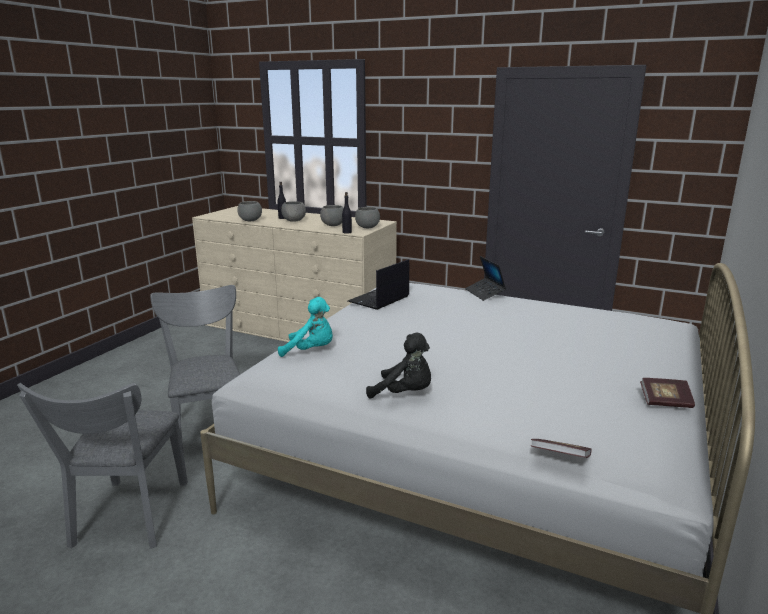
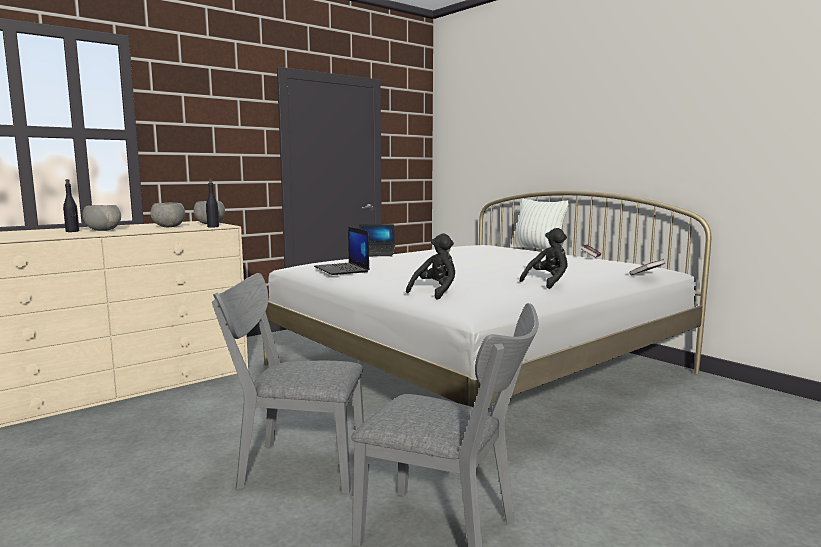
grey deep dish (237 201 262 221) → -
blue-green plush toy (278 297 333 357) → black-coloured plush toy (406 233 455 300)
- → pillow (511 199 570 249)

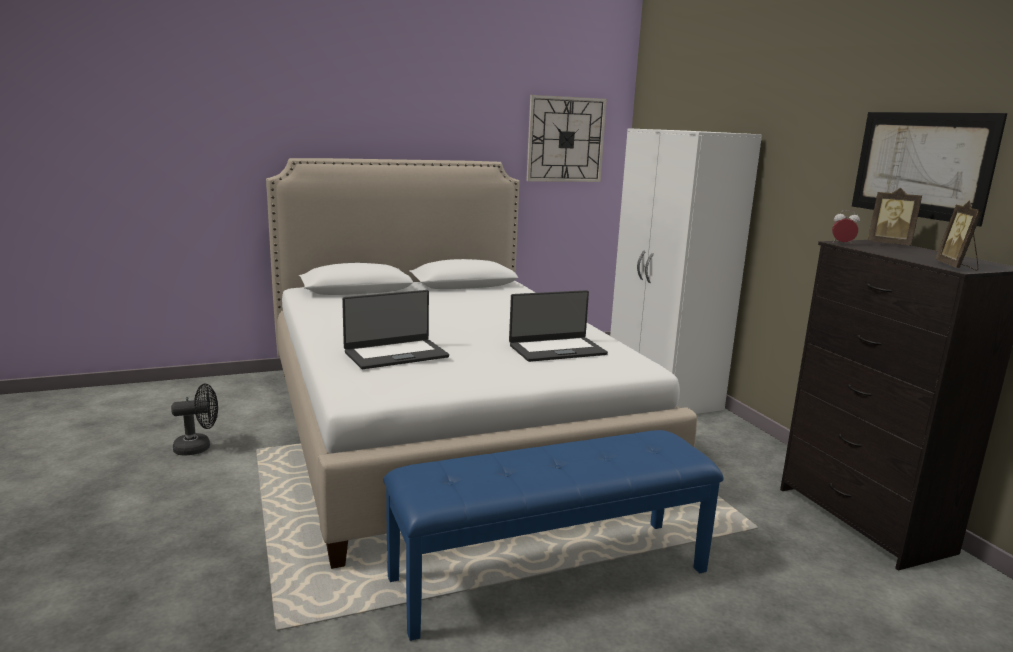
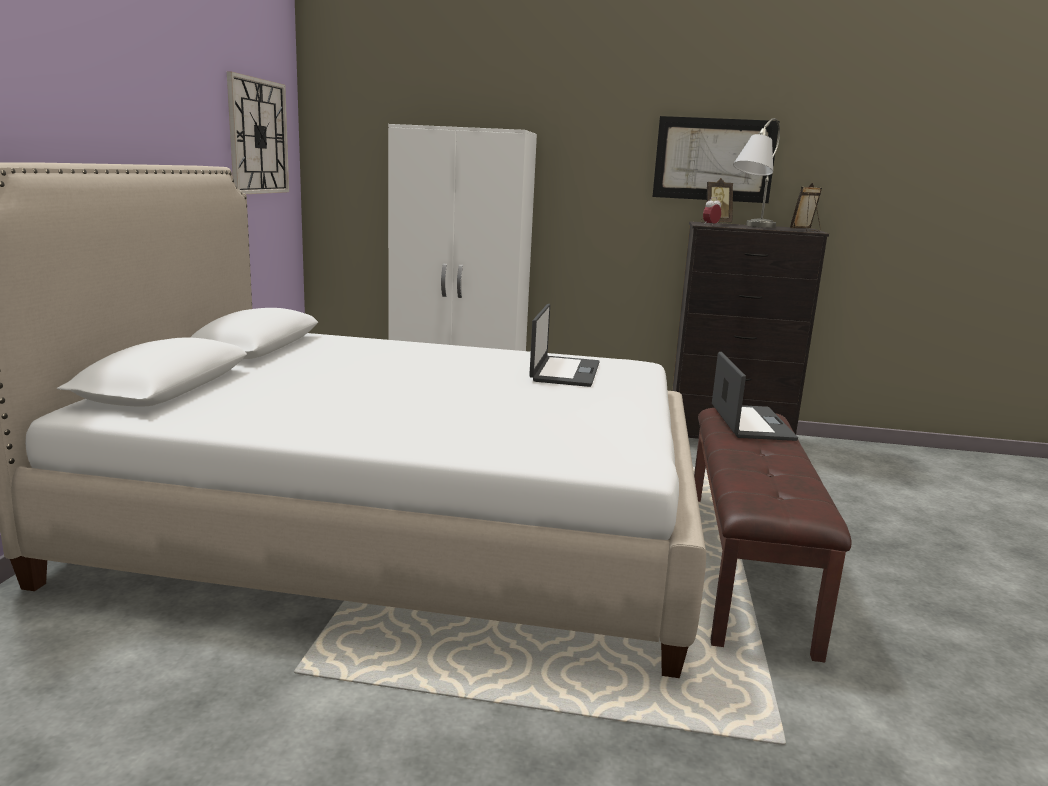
black-coloured fan (171 384 218 456) → -
laptop (342 290 449 369) → laptop (712 352 798 441), moved
blue-coloured bench (384 430 724 641) → brownish bench (694 408 852 662)
standing frame (935 200 982 270) → standing frame (790 183 822 231), 105 degrees clockwise
- → grey lamp for a table (733 118 780 228)

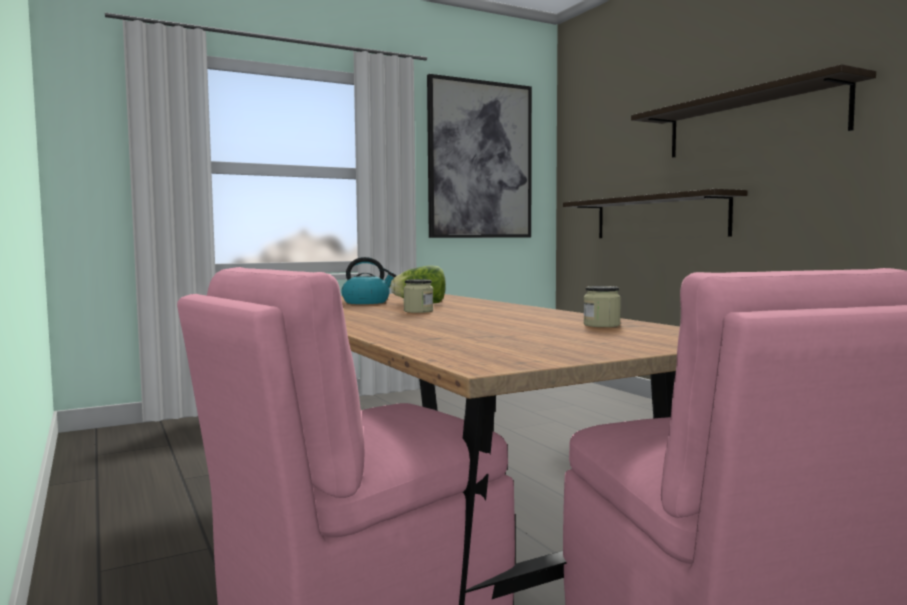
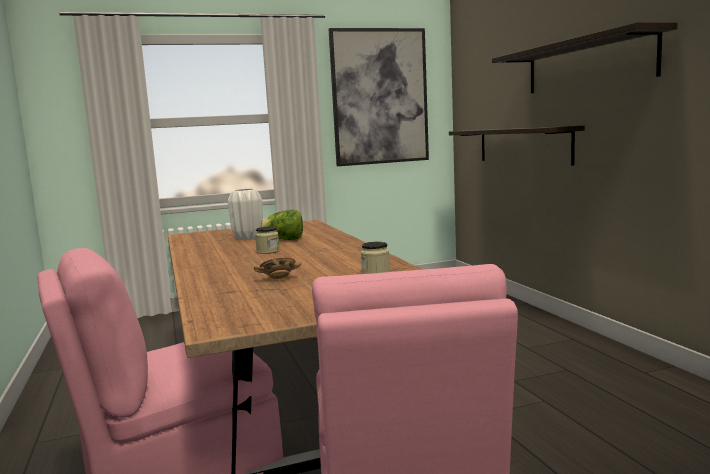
water kettle (341 257 396 304) → white decorative vase (228 188 263 240)
- → deep dish (254 257 302 279)

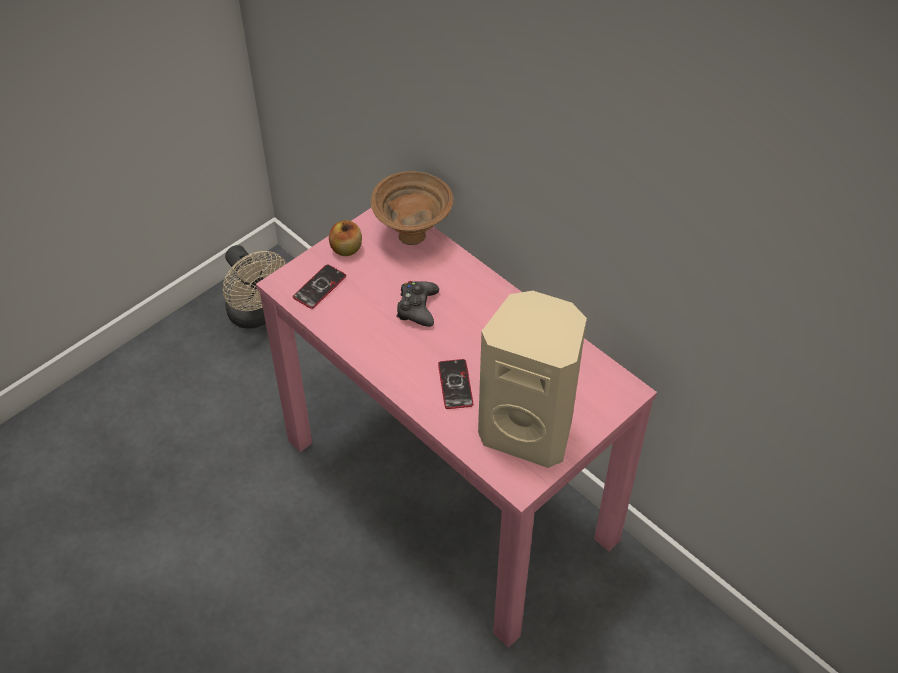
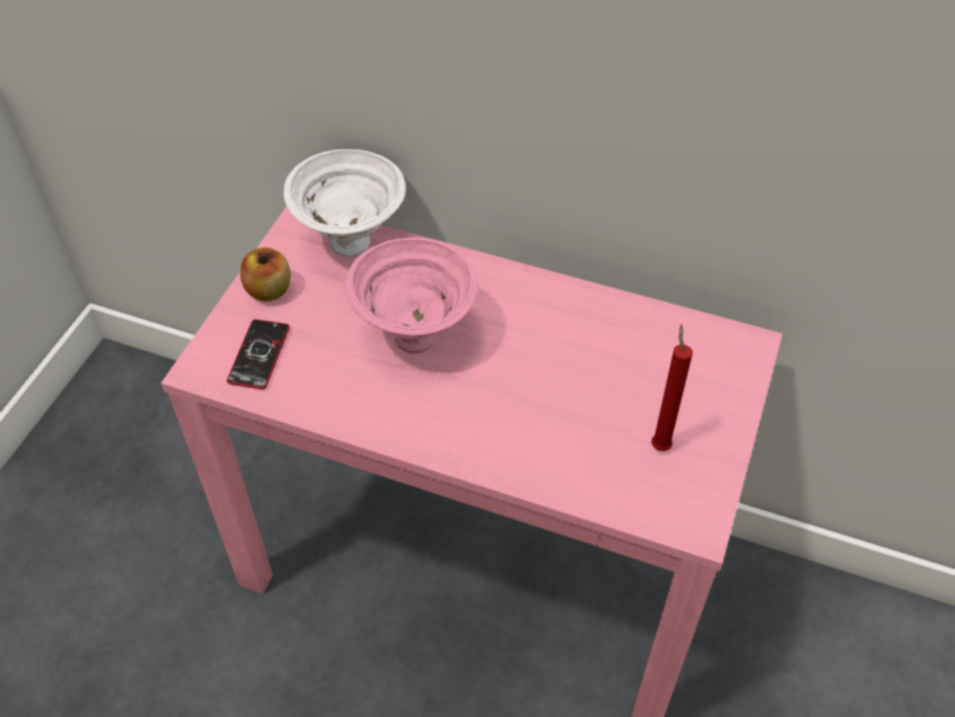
beige fan (223 245 287 328) → -
brownish deep dish (371 171 454 245) → white deep dish (284 149 406 257)
black-coloured joypad (396 281 439 327) → pinkish deep dish (345 237 478 354)
telephone (438 359 473 409) → -
beige audio speaker (478 291 587 468) → red wax candle (651 324 693 451)

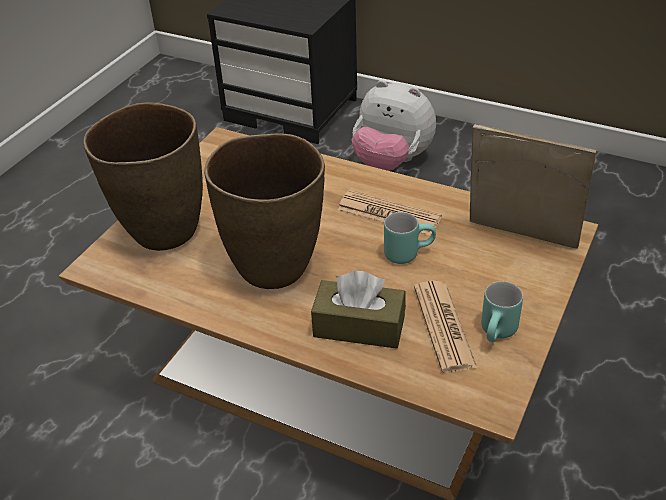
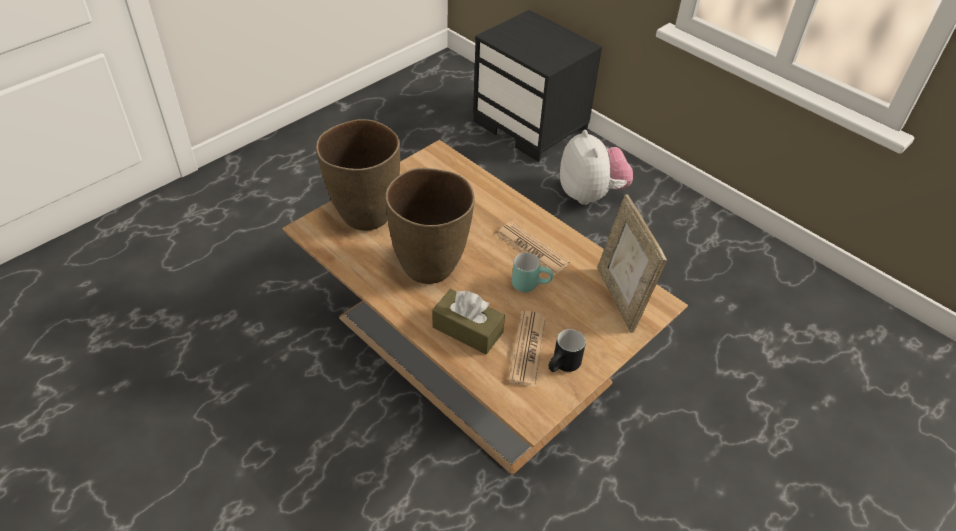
plush toy (352 80 436 171) → plush toy (560 130 633 205), 150 degrees counterclockwise
standing frame (470 124 597 249) → standing frame (597 194 667 333), 150 degrees counterclockwise
blue-green tea mug (481 281 523 342) → black-coloured tea mug (548 329 586 372)

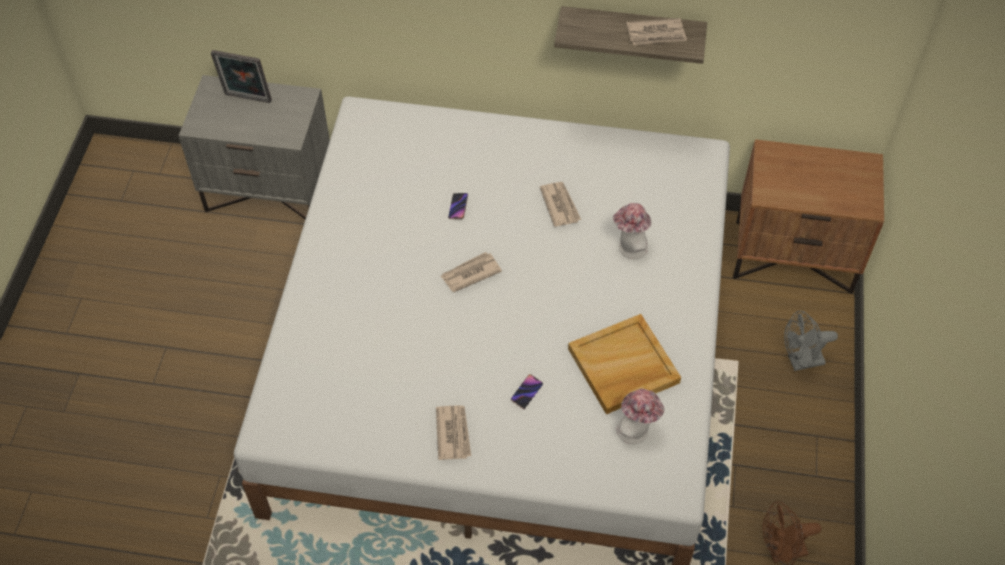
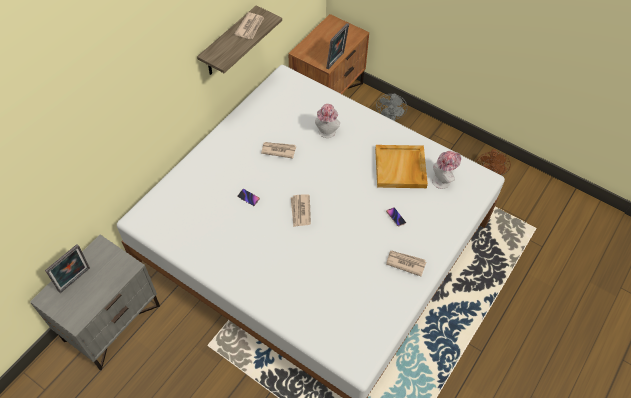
- → standing frame (326 23 349 69)

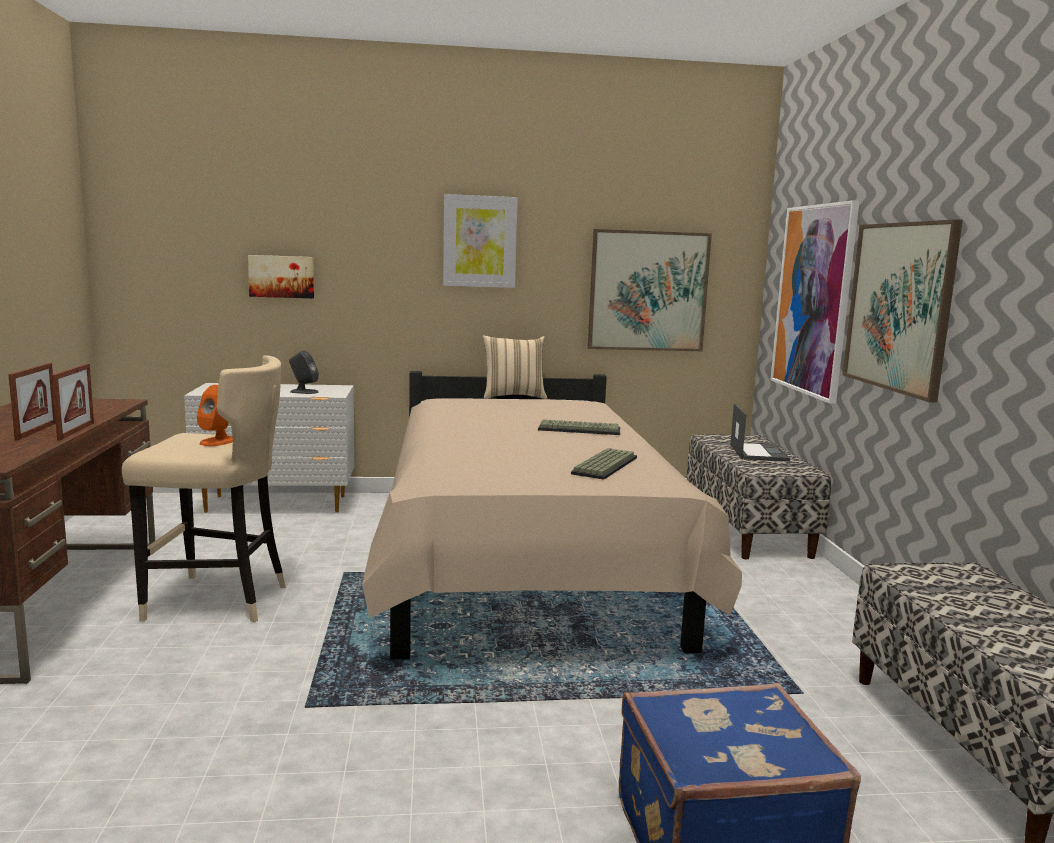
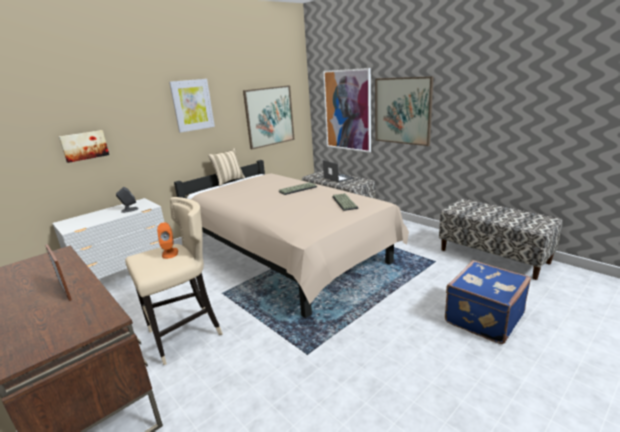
standing frame (52 363 94 440) → -

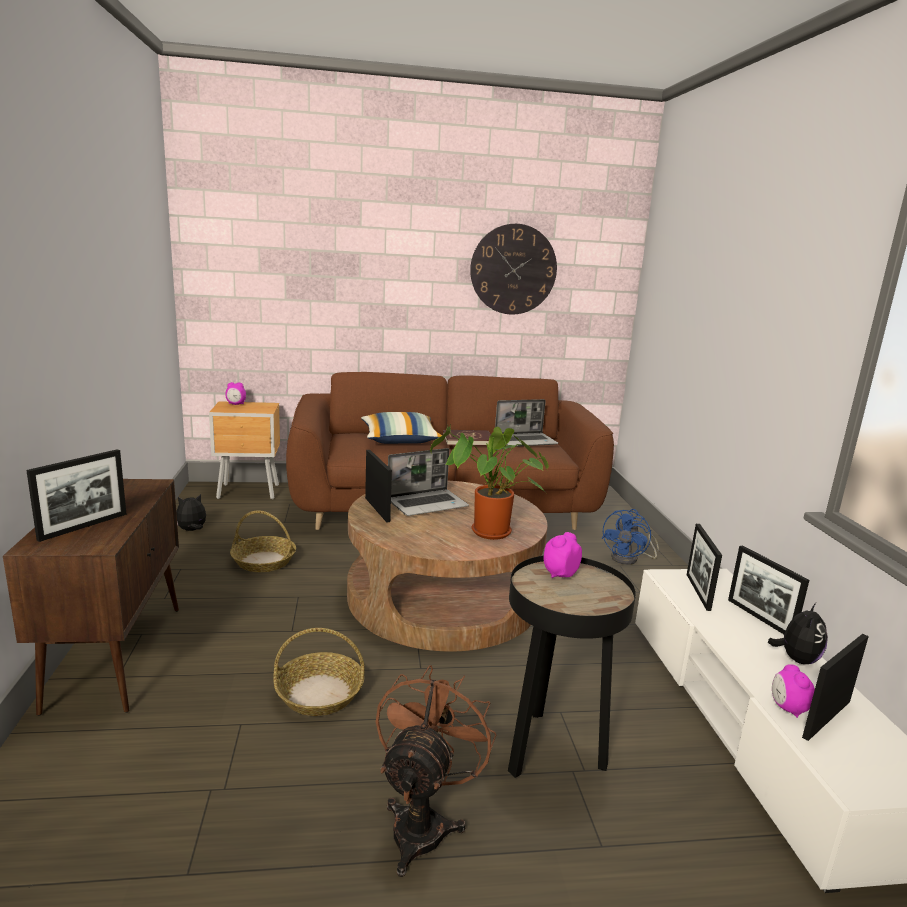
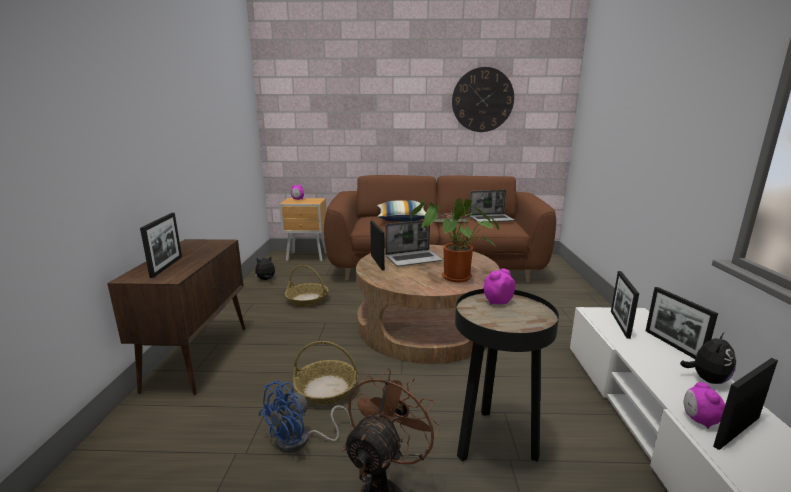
standing frame (26 449 127 542) → standing frame (140 213 182 278), 45 degrees counterclockwise
blue-coloured fan (602 509 659 565) → blue-coloured fan (258 380 352 453), moved

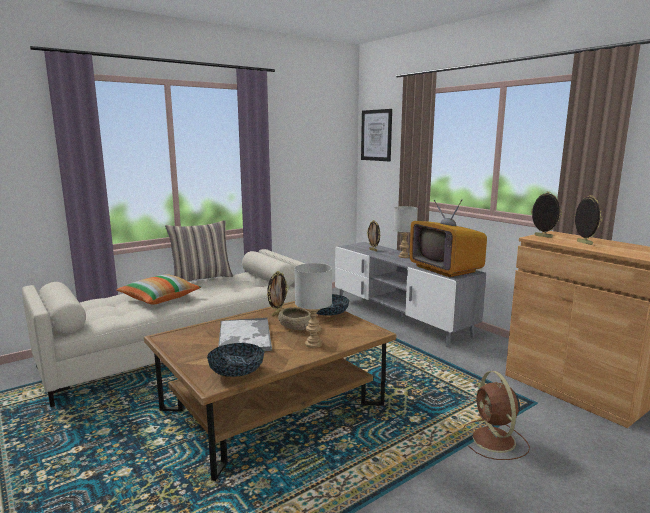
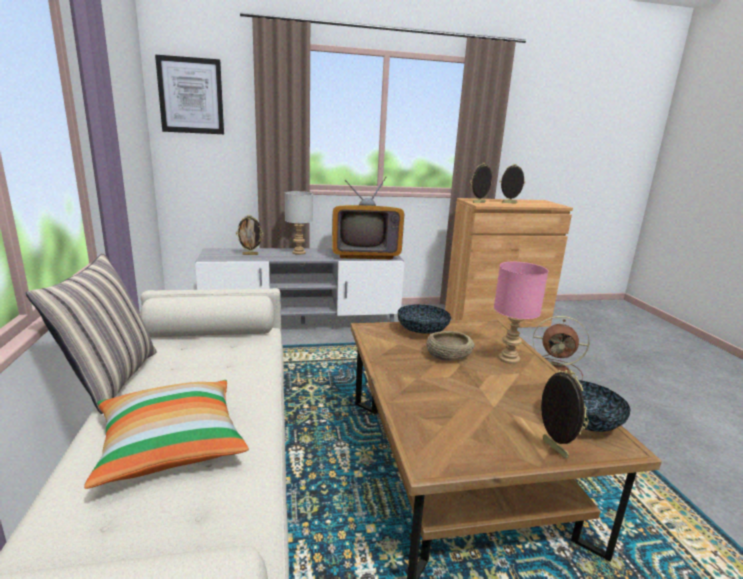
serving tray (218 318 272 351) → -
standing frame (267 271 289 316) → standing frame (541 369 589 459), moved
grey lamp for a table (294 263 332 348) → pinkish lamp for a table (494 262 548 364)

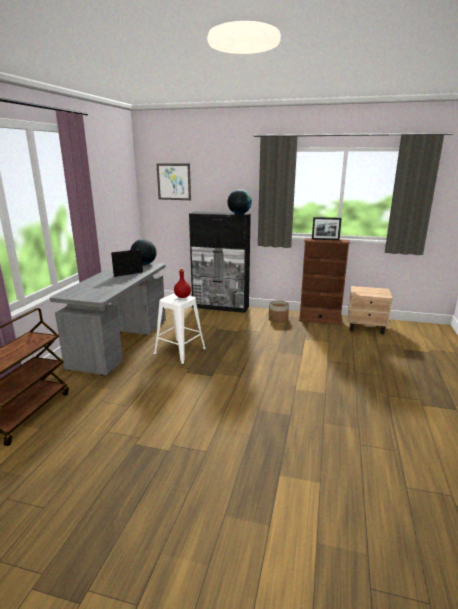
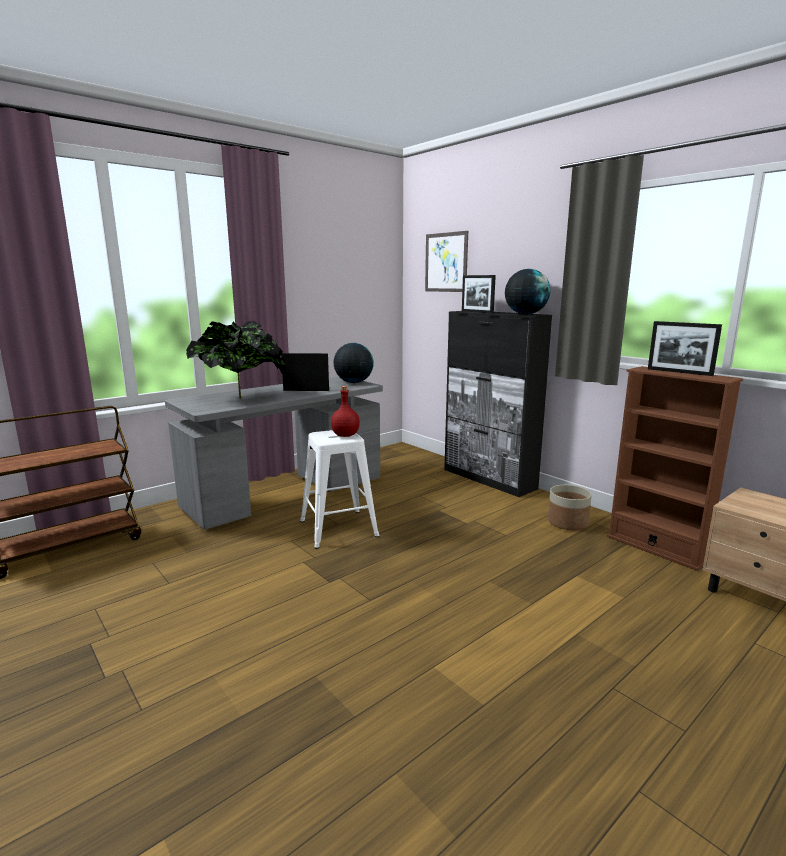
- → houseplant (186 321 286 399)
- → standing frame (462 275 496 313)

